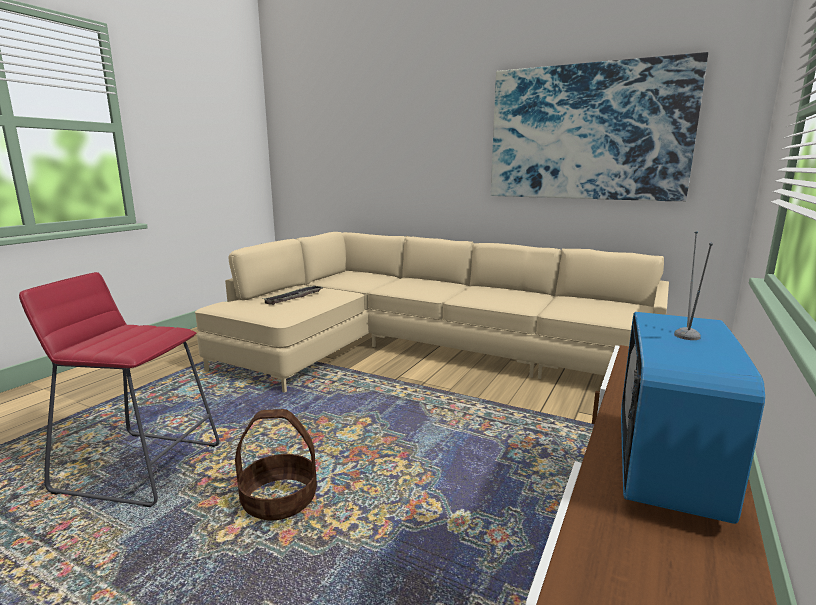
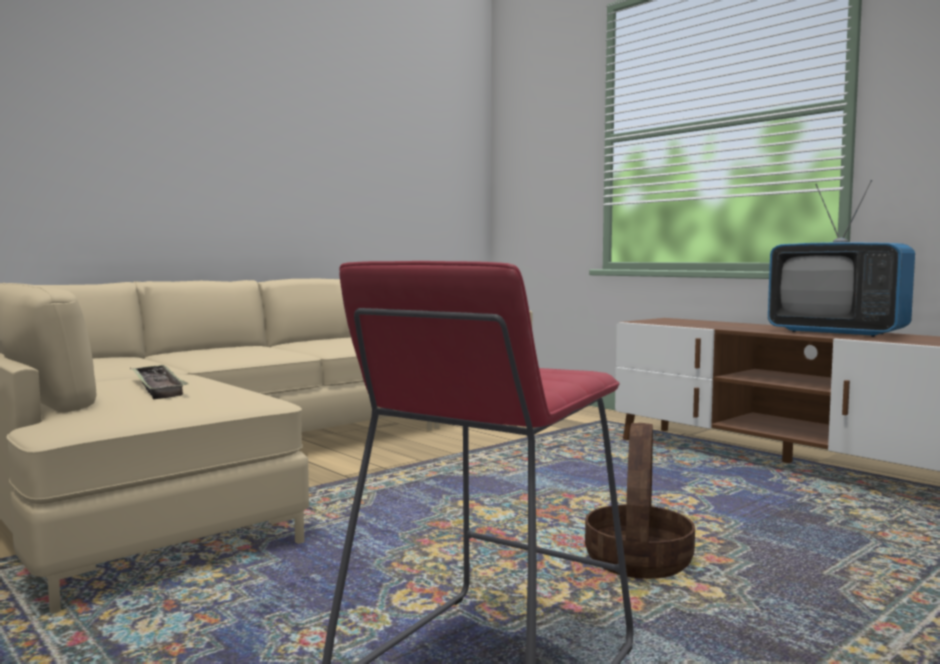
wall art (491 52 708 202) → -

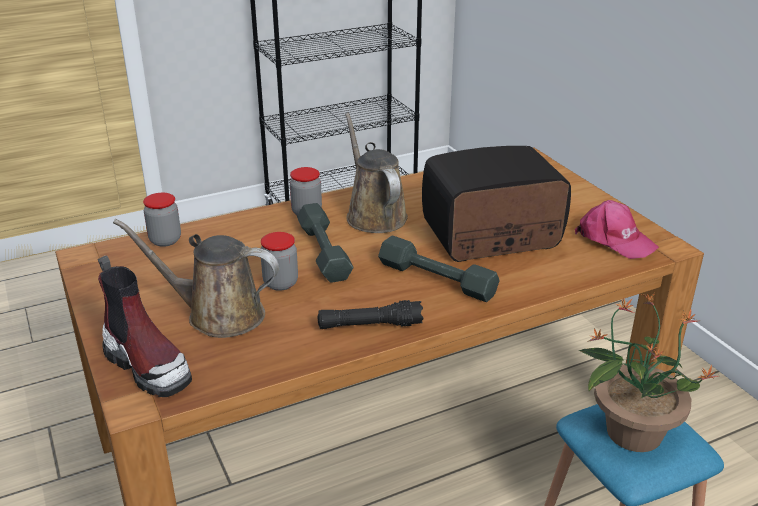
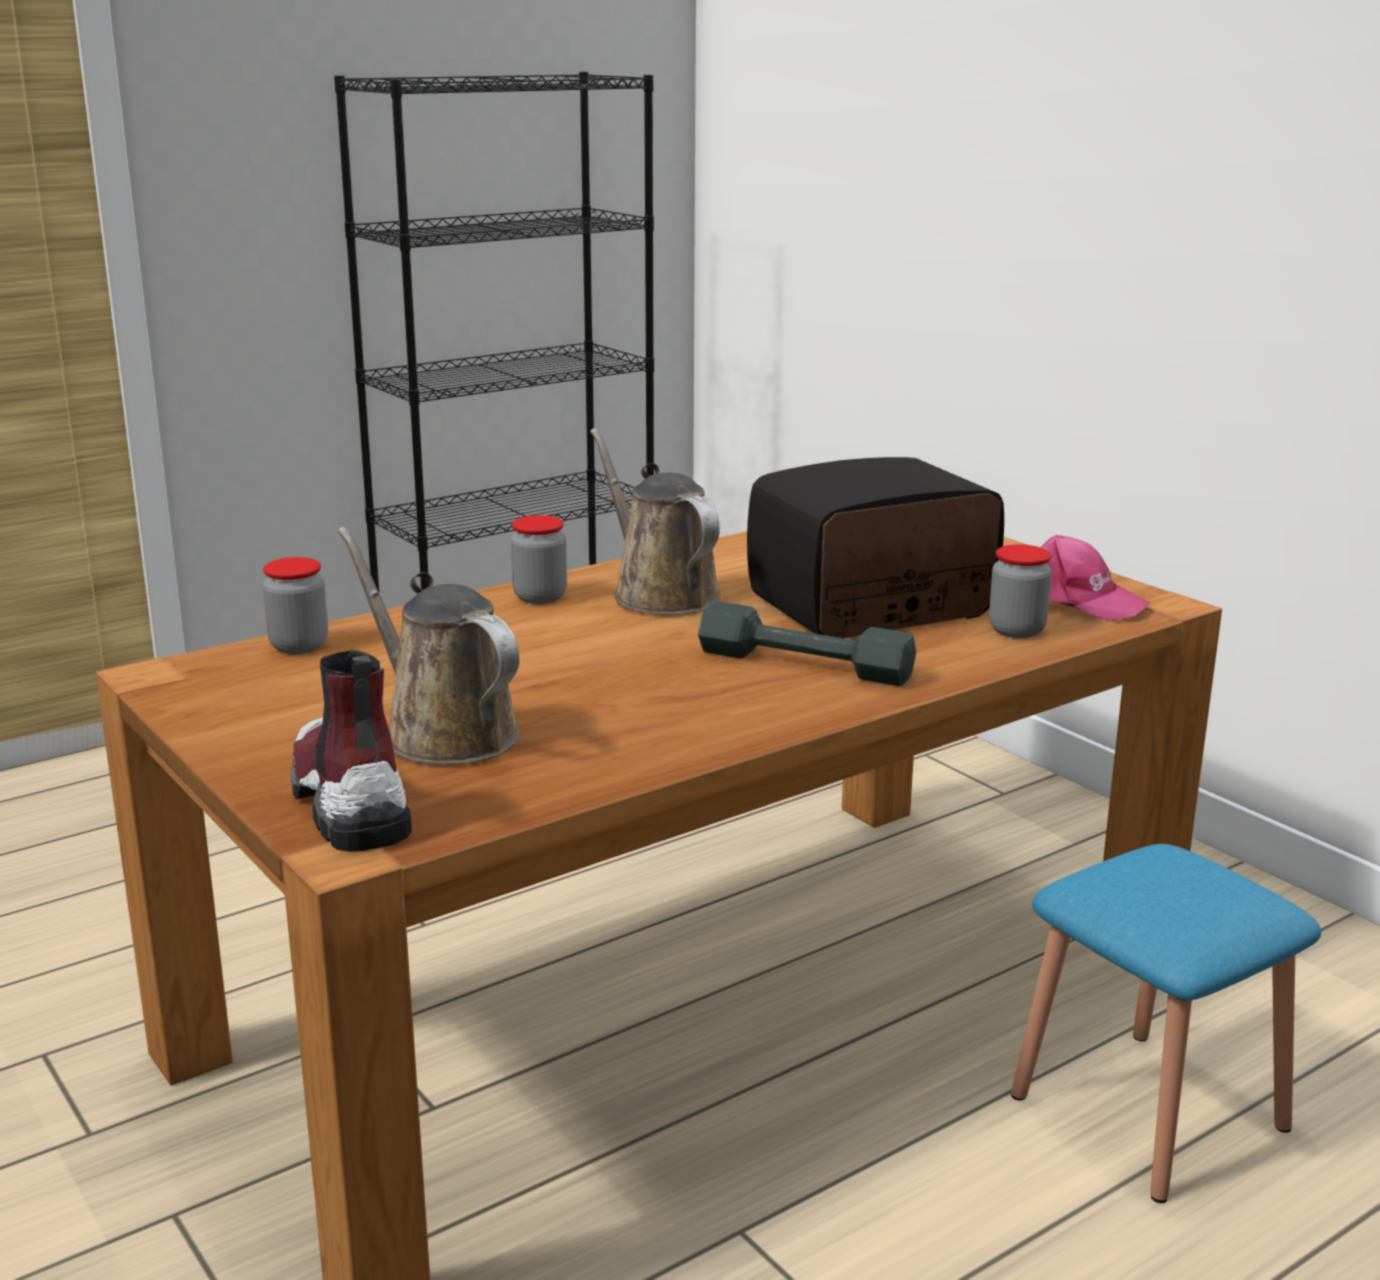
tall boot (98 255 192 397) → tall boot (291 650 412 852), 150 degrees counterclockwise
brownish watering can (113 219 279 338) → brownish watering can (338 527 520 765), 45 degrees clockwise
preserve jar (261 232 298 291) → preserve jar (989 544 1052 638), moved
grey dumbbell (297 203 354 283) → -
black-coloured hand torch (318 300 424 329) → -
houseplant (579 293 719 452) → -

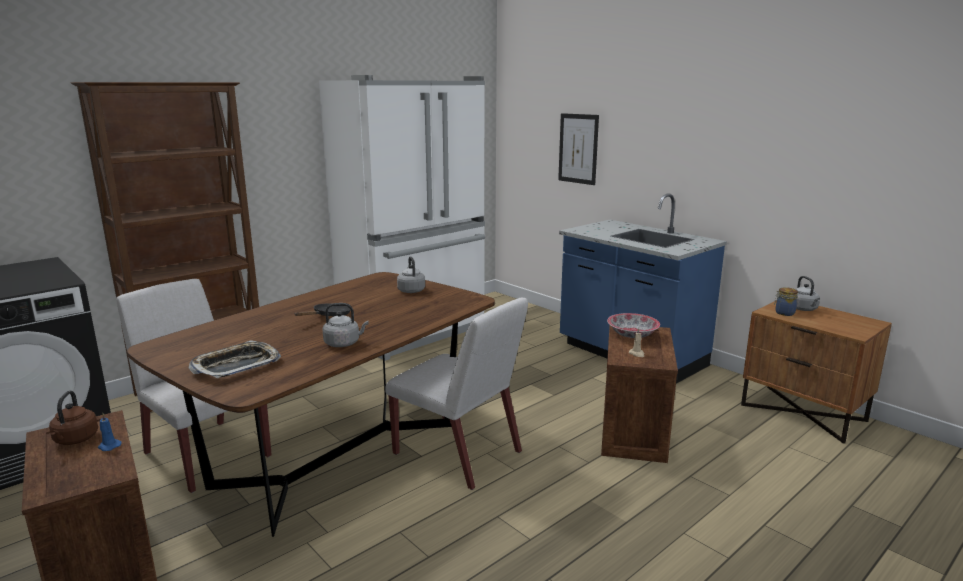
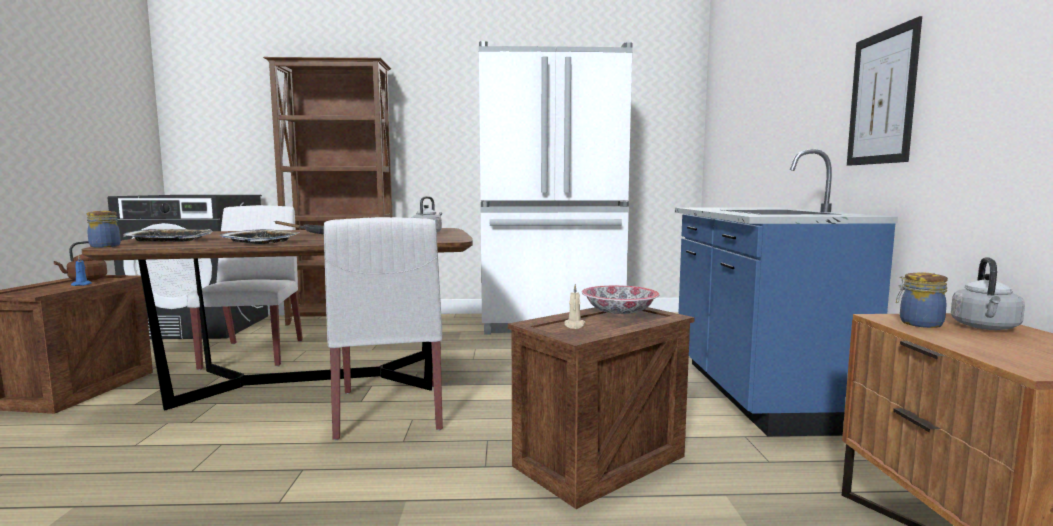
grey water kettle (323 303 369 347) → serving tray (219 229 300 244)
wall art (558 113 599 185) → wall art (847 16 922 166), moved
- → preserve jar (87 211 121 248)

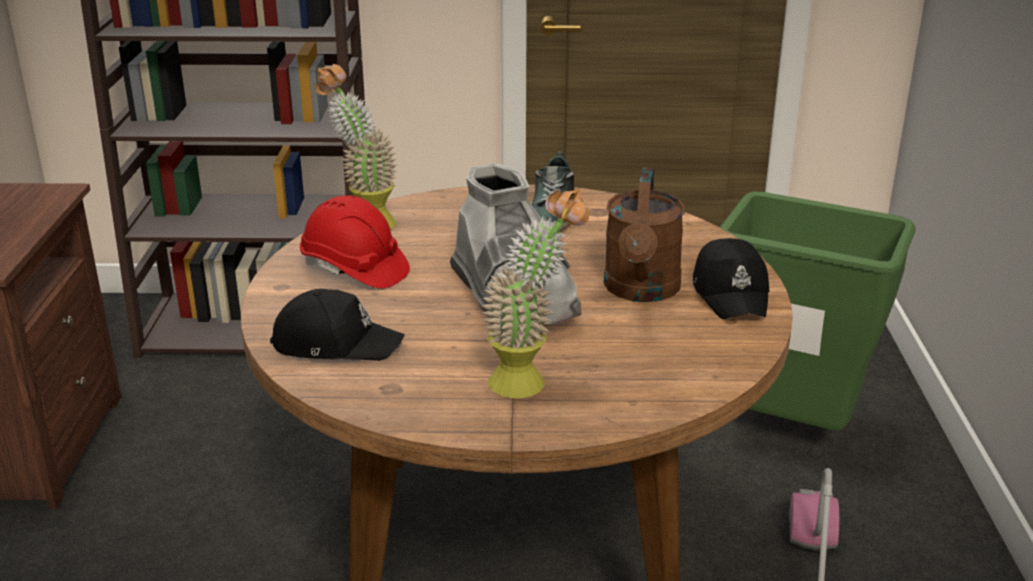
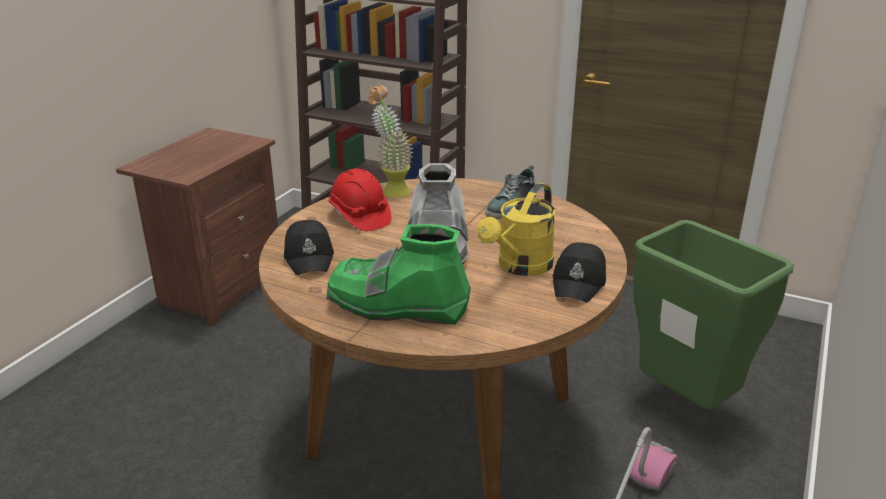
black-coloured cap (270 289 405 361) → black-coloured cap (284 220 334 275), 45 degrees clockwise
houseplant (482 188 589 398) → green-coloured tall boot (326 224 471 325)
brownish watering can (604 167 685 302) → yellow watering can (477 183 556 276)

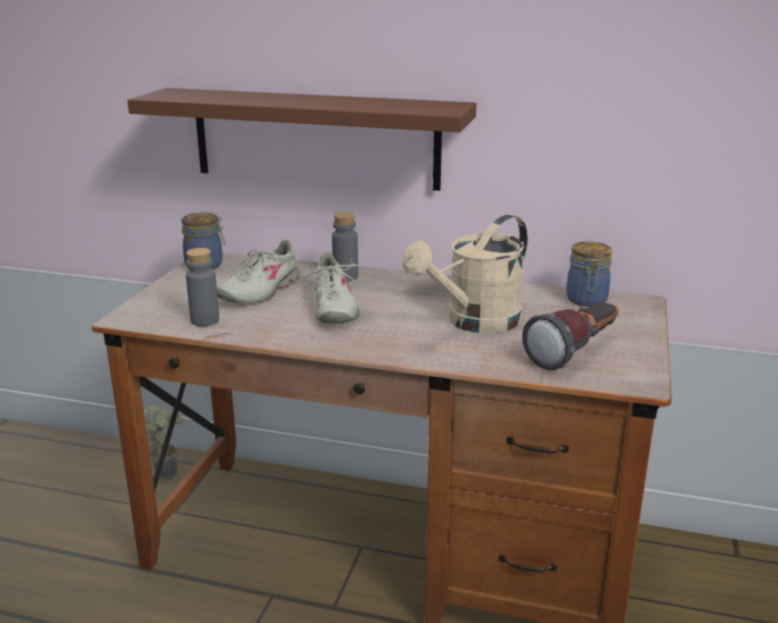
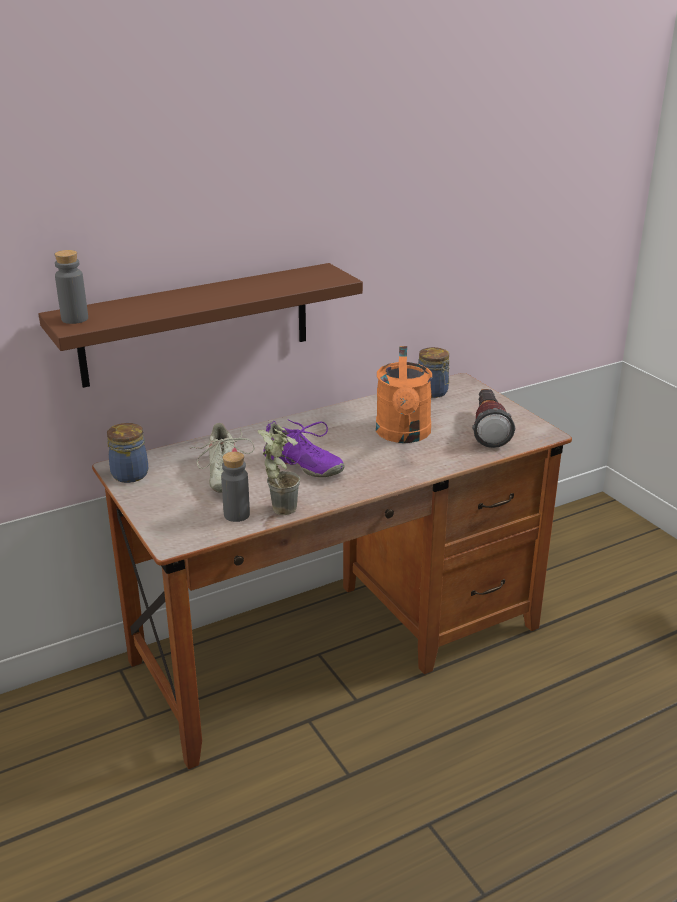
houseplant (143 405 183 481) → houseplant (257 424 300 515), moved
beige item of footwear (293 252 368 323) → purple item of footwear (263 419 344 477)
grey beverage bottle (332 212 358 281) → grey beverage bottle (54 250 88 324), moved
beige watering can (402 214 528 333) → orange-coloured watering can (376 346 432 443)

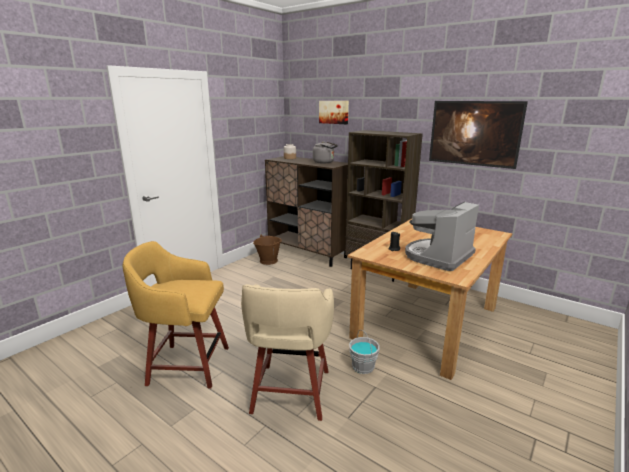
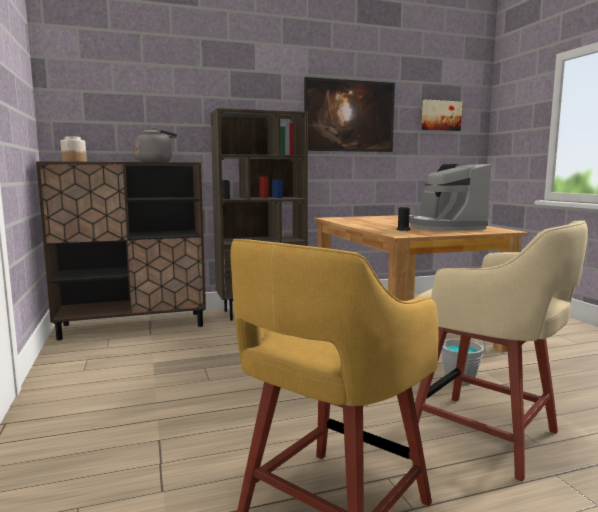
brownish water bucket (253 235 282 265) → -
wall art (319 101 349 124) → wall art (421 100 462 131), moved

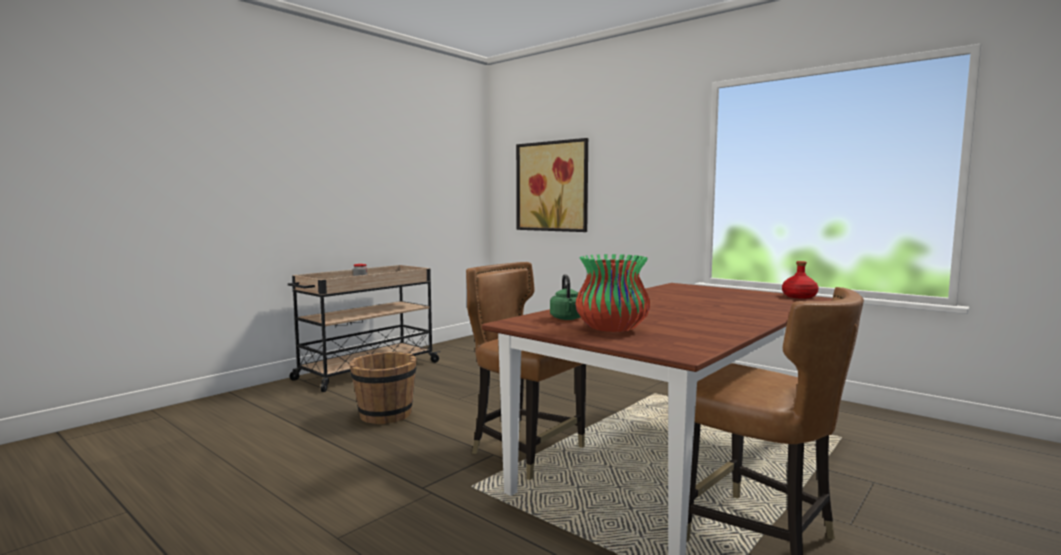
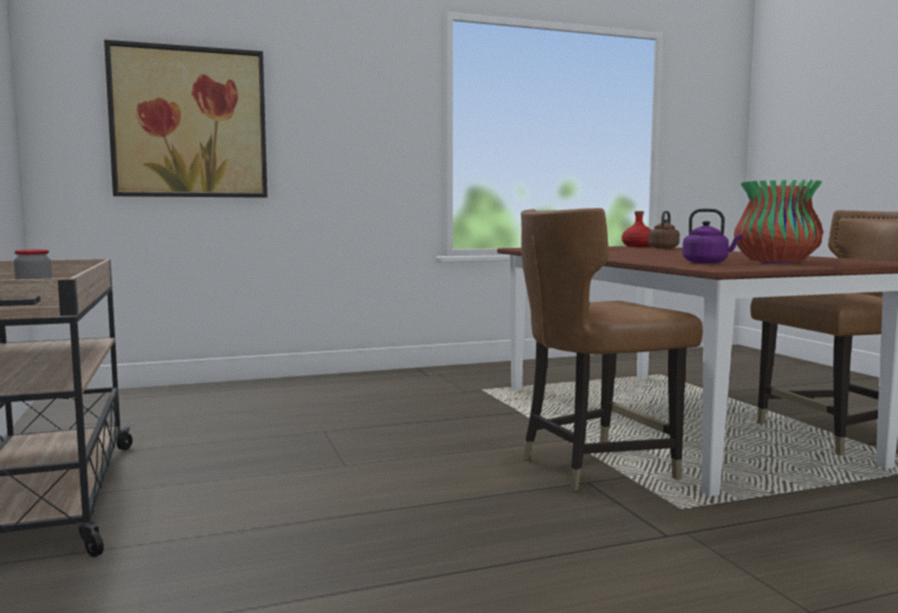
brownish water bucket (349 352 417 424) → -
green-coloured water kettle (550 274 581 320) → purple water kettle (682 208 743 264)
- → brownish water kettle (648 211 680 249)

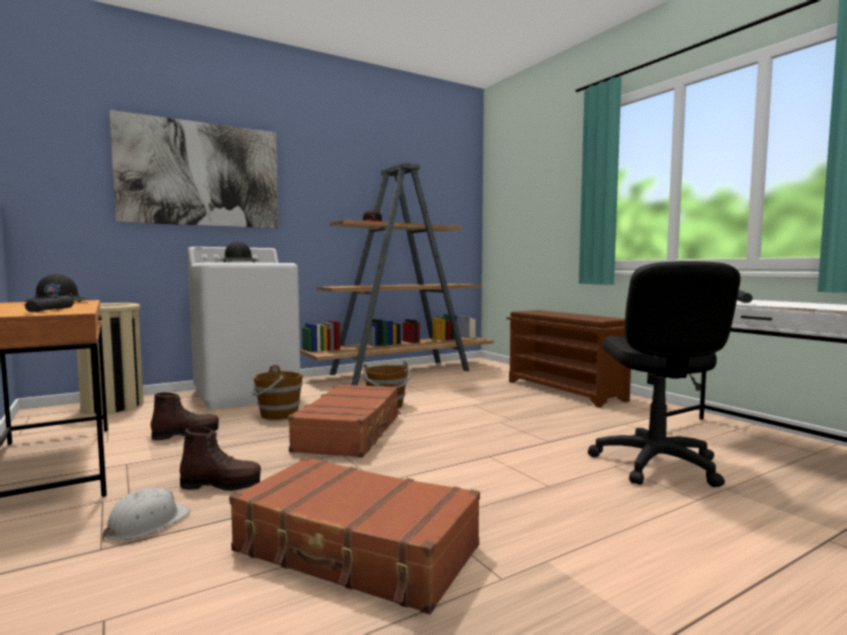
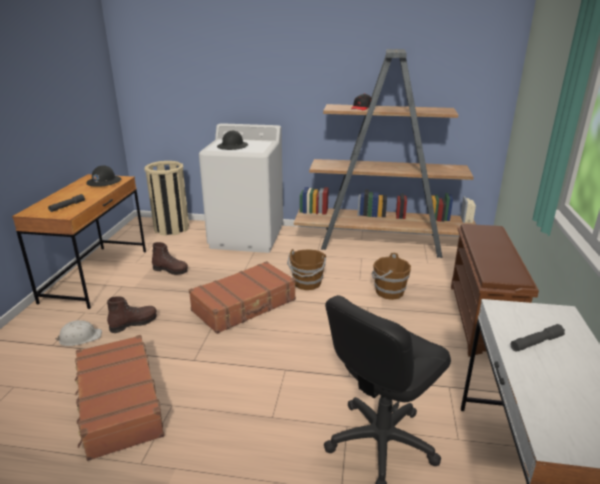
wall art (109 110 279 228) → -
brownish tall boot (180 427 261 491) → brownish tall boot (107 296 157 333), 75 degrees counterclockwise
brownish water bucket (252 365 303 420) → brownish water bucket (371 253 411 300), moved

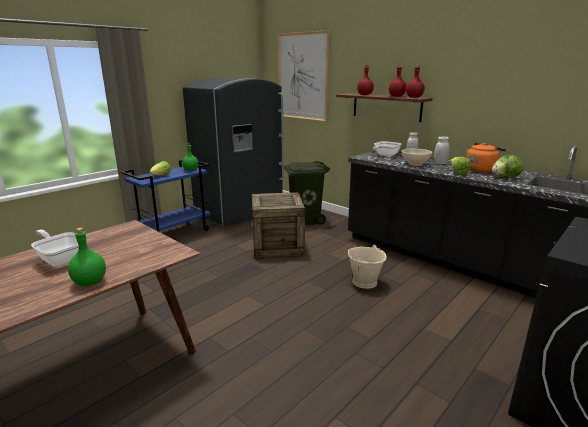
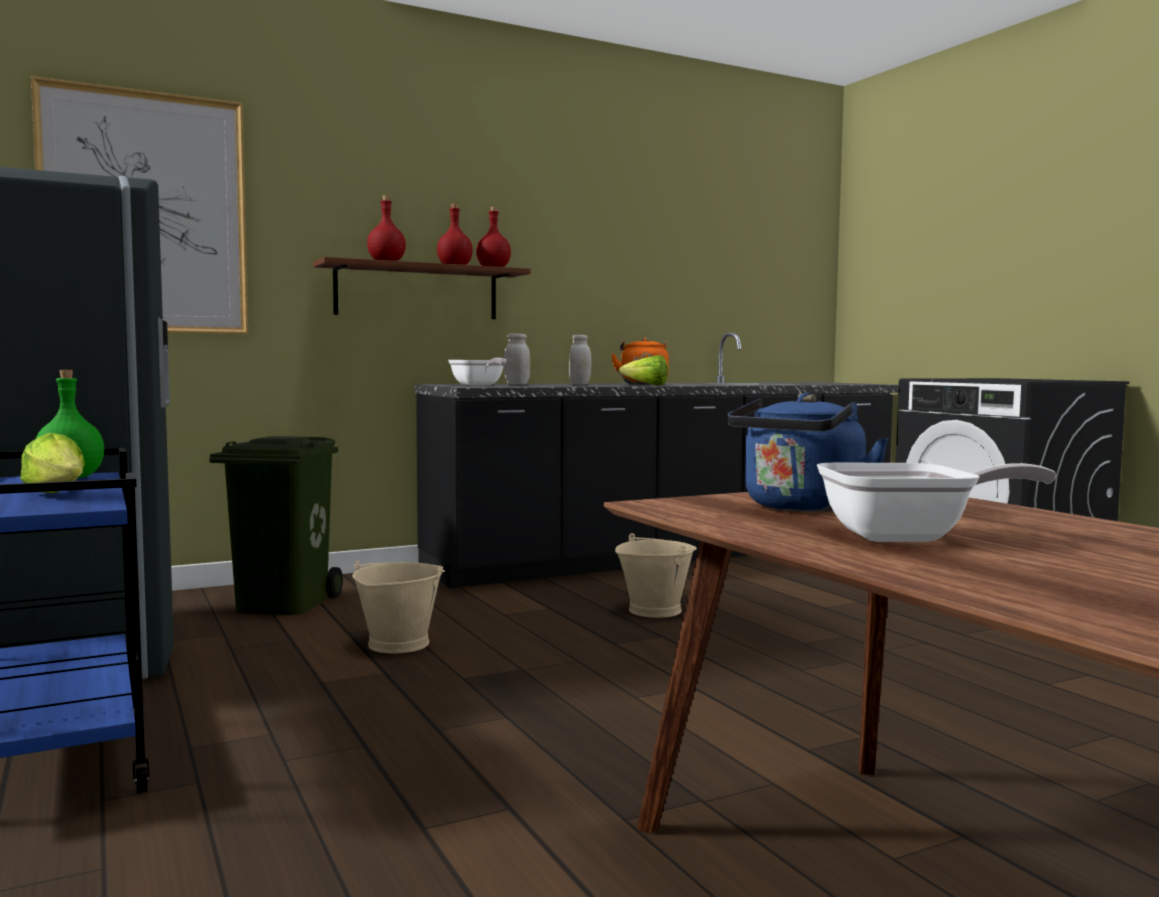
frying pan (31 230 79 267) → frying pan (817 463 1056 542), 150 degrees counterclockwise
green-coloured beverage bottle (68 227 106 286) → -
crate (252 192 305 258) → beige water bucket (353 560 445 653)
beige deep dish (402 149 432 166) → -
head of lettuce (492 155 524 178) → -
- → blue-coloured water kettle (727 393 889 512)

